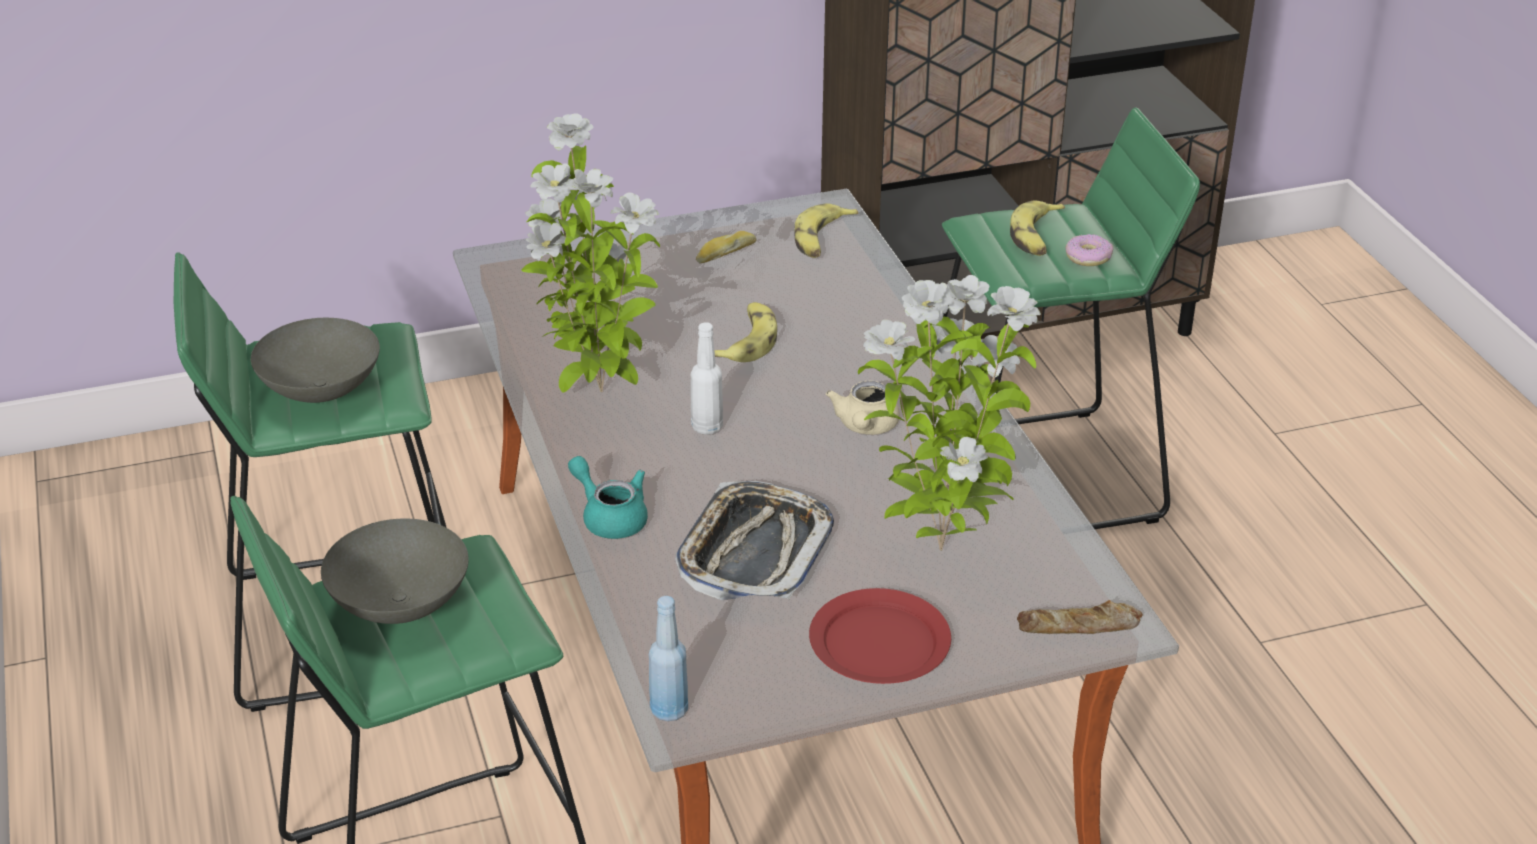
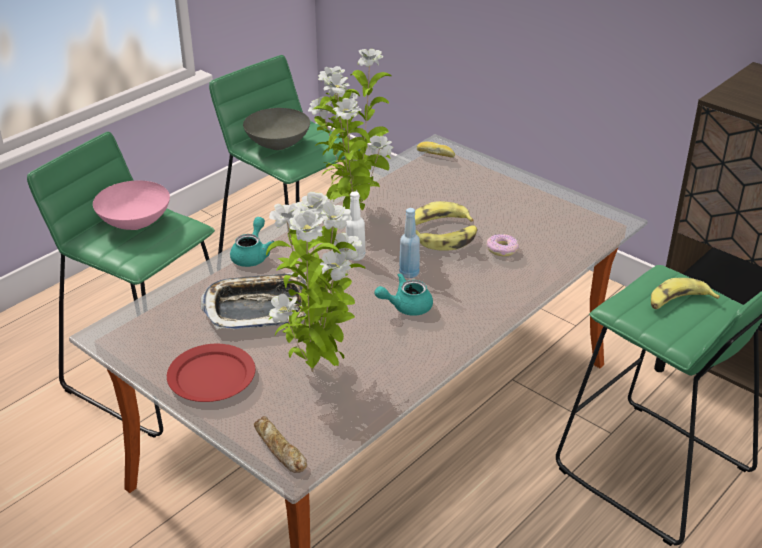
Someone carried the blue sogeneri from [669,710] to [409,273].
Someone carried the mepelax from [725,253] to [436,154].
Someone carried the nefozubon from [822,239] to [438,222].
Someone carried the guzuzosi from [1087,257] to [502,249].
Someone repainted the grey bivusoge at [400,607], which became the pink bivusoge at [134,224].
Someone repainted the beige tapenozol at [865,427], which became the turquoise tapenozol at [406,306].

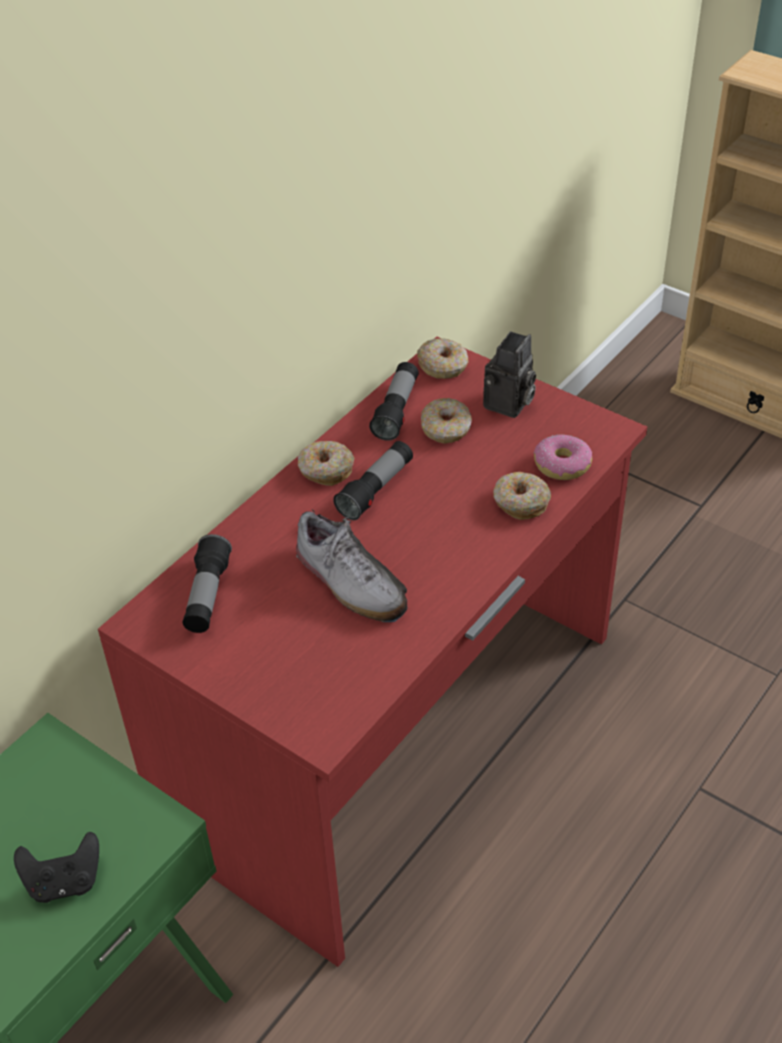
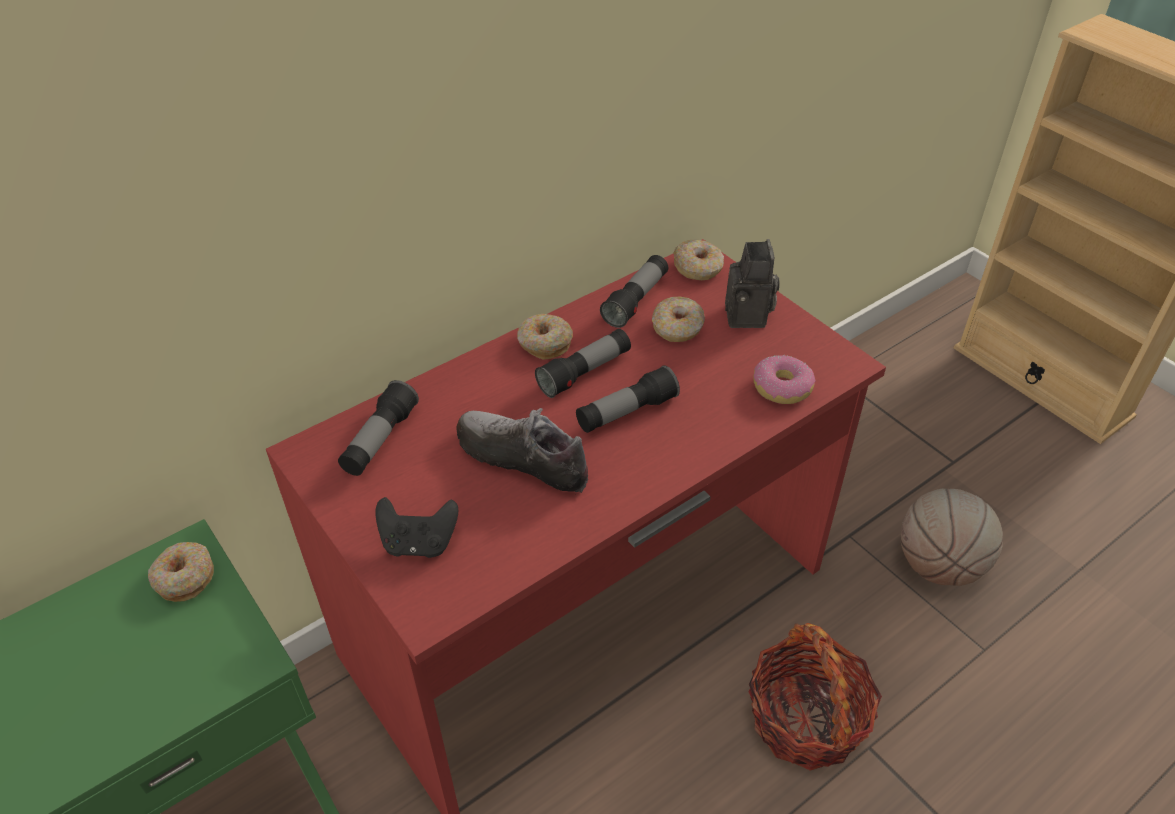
Someone put down the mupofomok at [626,412].
Someone put down the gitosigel at [806,719].
Someone put down the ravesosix at [939,565].
Someone carried the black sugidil from [64,882] to [419,543].
Someone carried the guzuzosi from [520,502] to [184,578].
Someone rotated the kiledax at [350,582] by 150 degrees clockwise.
Someone rotated the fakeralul at [508,405] by 45 degrees counterclockwise.

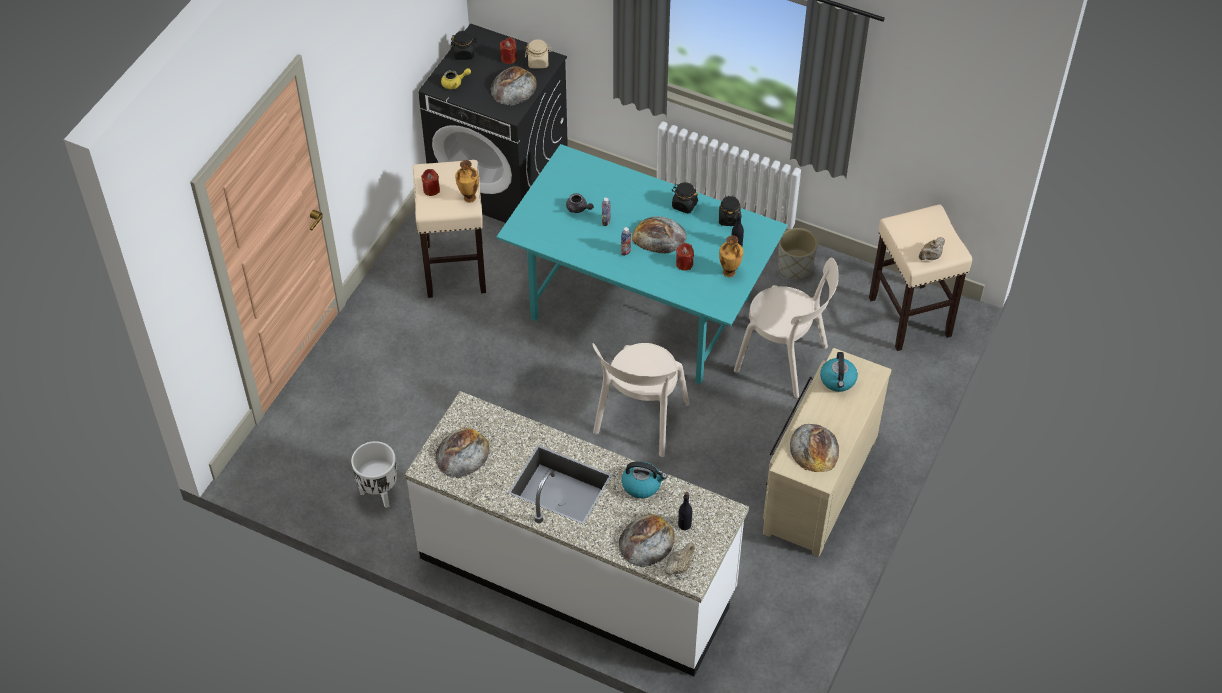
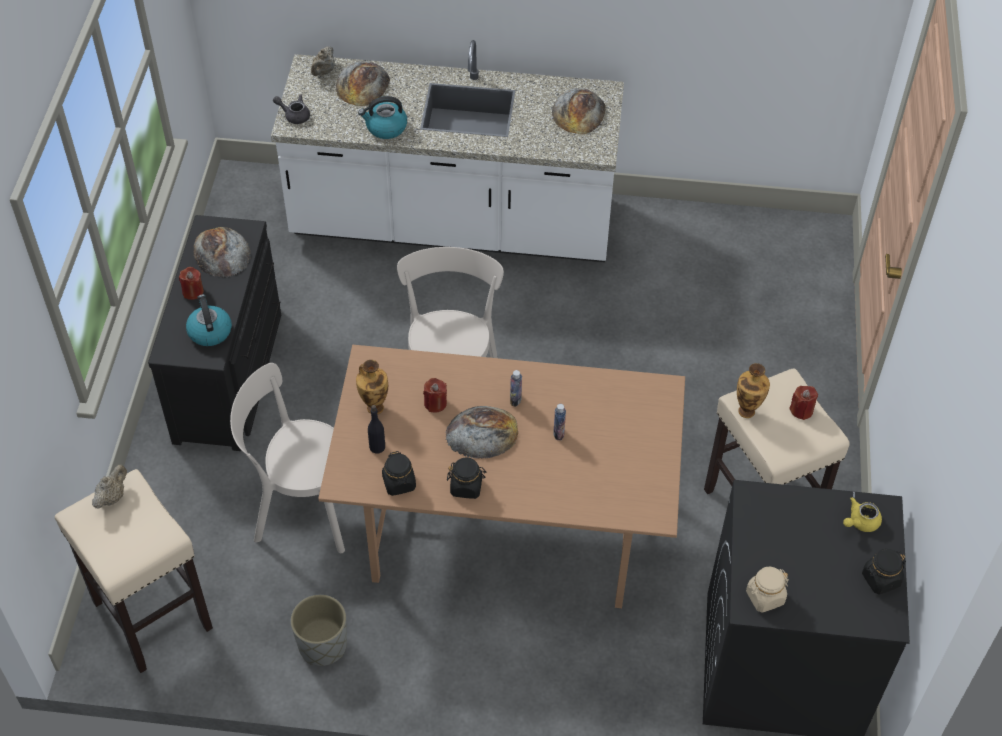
Someone took away the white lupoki at [379,493].
Someone took away the mepelax at [513,86].
Someone took away the black sogeneri at [684,524].
Someone carried the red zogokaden from [509,58] to [193,291].
Someone carried the grey tapenozol from [578,208] to [294,115].
Someone repainted the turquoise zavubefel at [642,307], which became the brown zavubefel at [503,526].
Someone repainted the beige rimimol at [817,482], which became the black rimimol at [232,373].

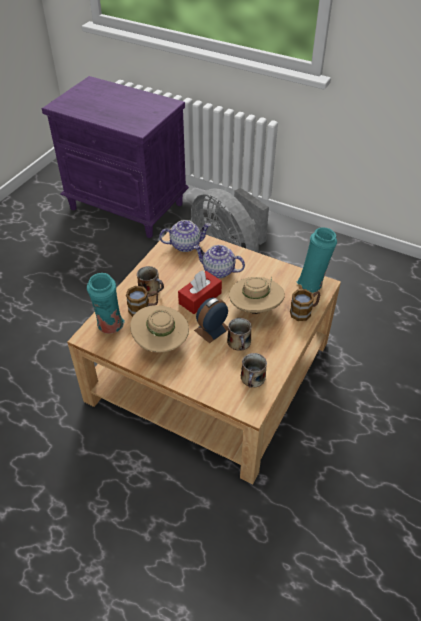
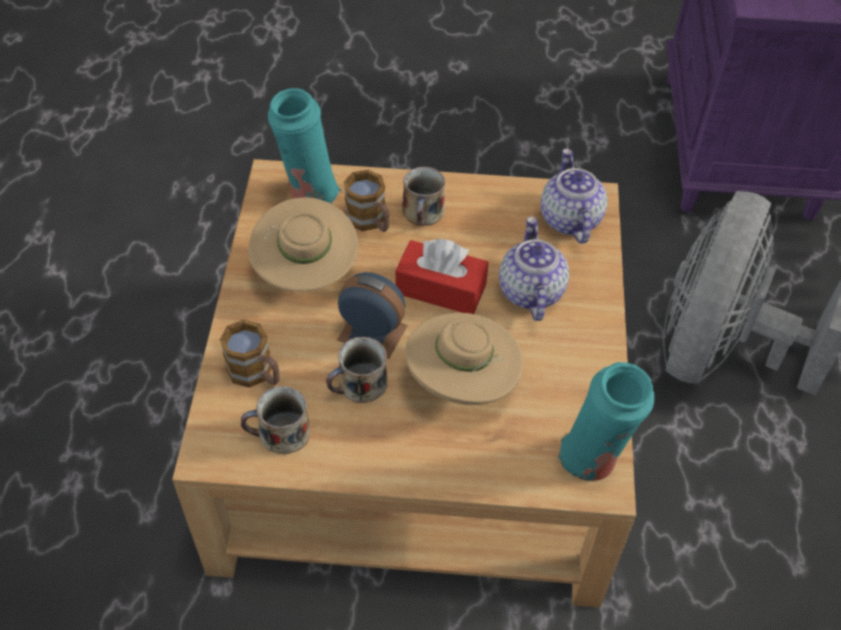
Someone carried the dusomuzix from [304,311] to [256,374].
Someone rotated the tapenozol at [185,245] by 150 degrees counterclockwise.

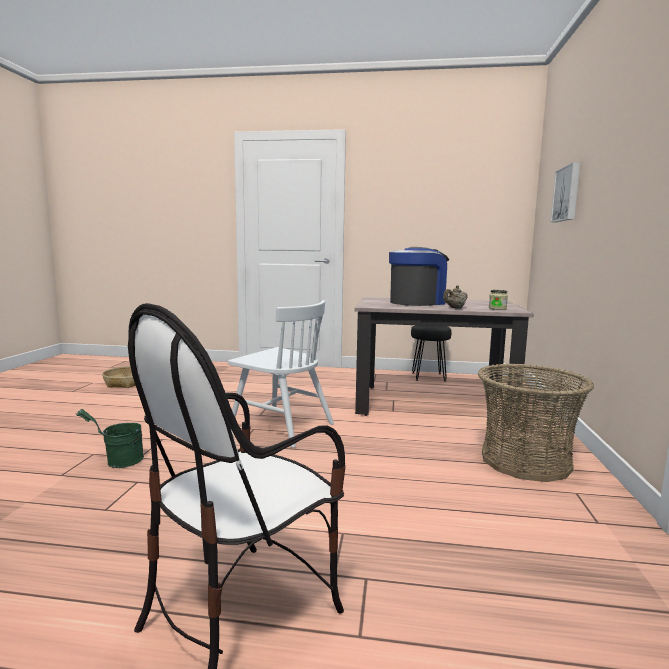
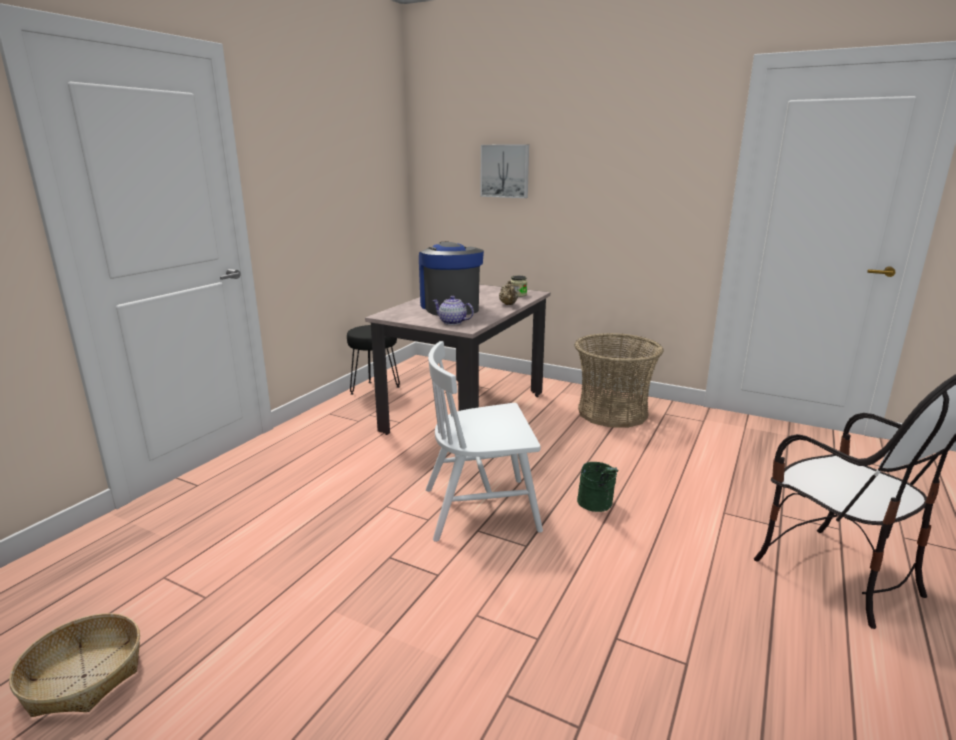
Someone put down the tapenozol at [453,322].
Someone carried the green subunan from [118,462] to [597,506].
Someone rotated the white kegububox at [281,427] by 150 degrees counterclockwise.

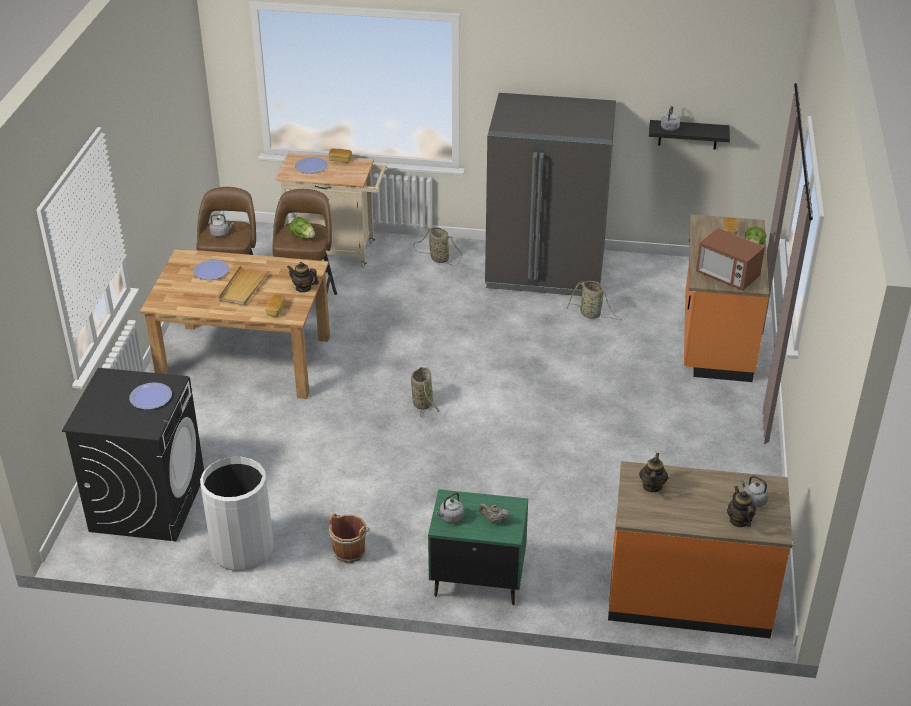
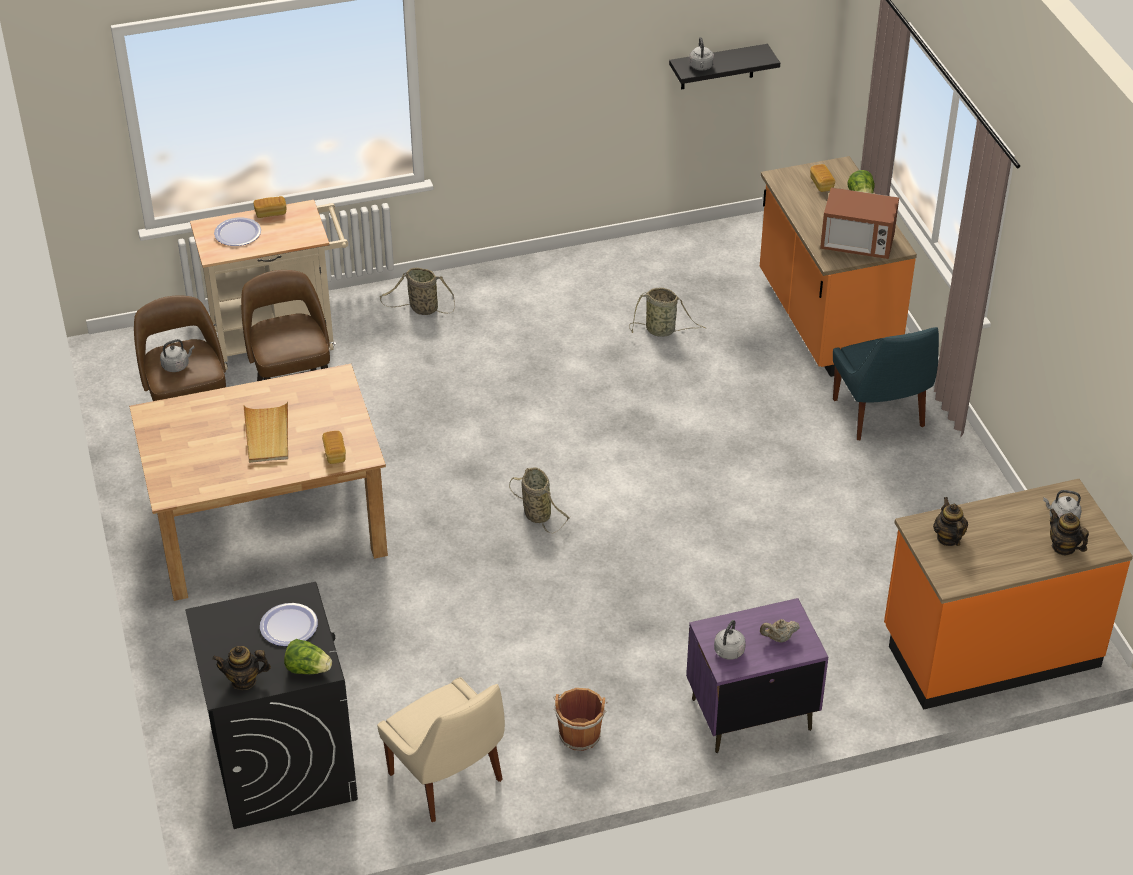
Someone took away the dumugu at [211,271].
Someone took away the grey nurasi at [545,271].
Someone put down the blue kegububox at [880,415].
Someone carried the tapenozol from [303,288] to [244,680].
Someone carried the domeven from [303,237] to [308,669].
Someone swapped the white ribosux at [242,549] for the beige kegububox at [448,780].
Someone repainted the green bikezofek at [477,579], which became the purple bikezofek at [750,714].

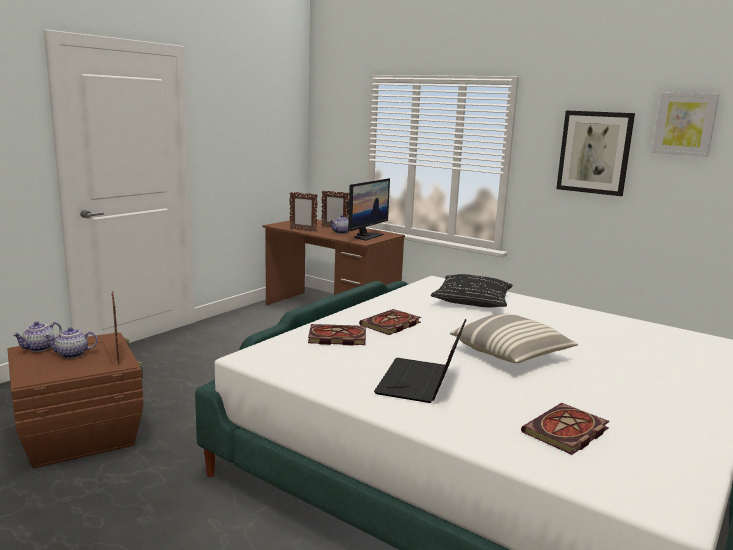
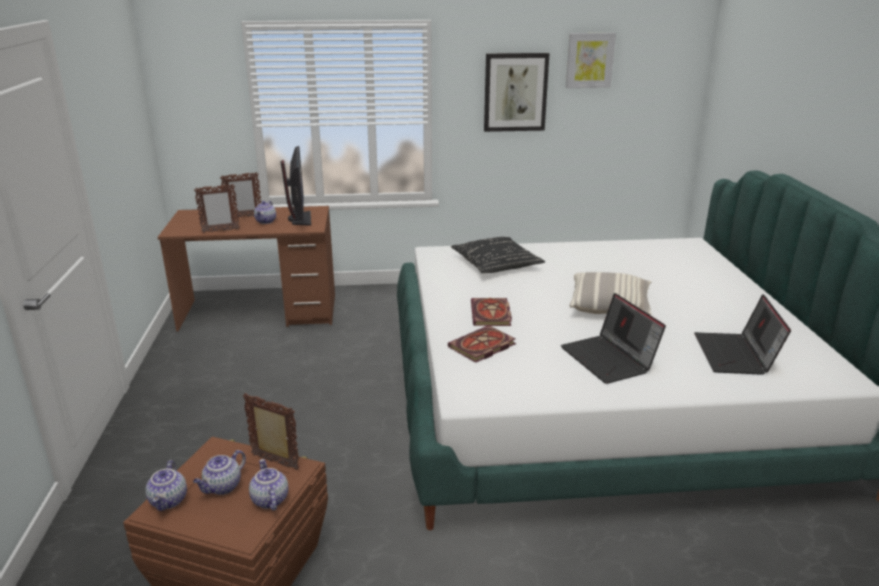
Someone put down the tapenozol at [269,500].
Someone swapped the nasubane at [566,432] for the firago at [736,355].

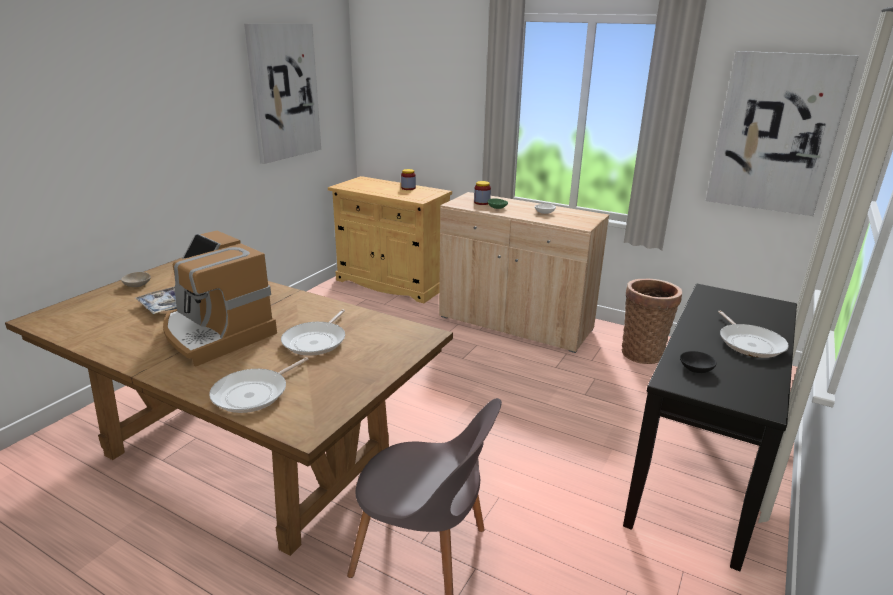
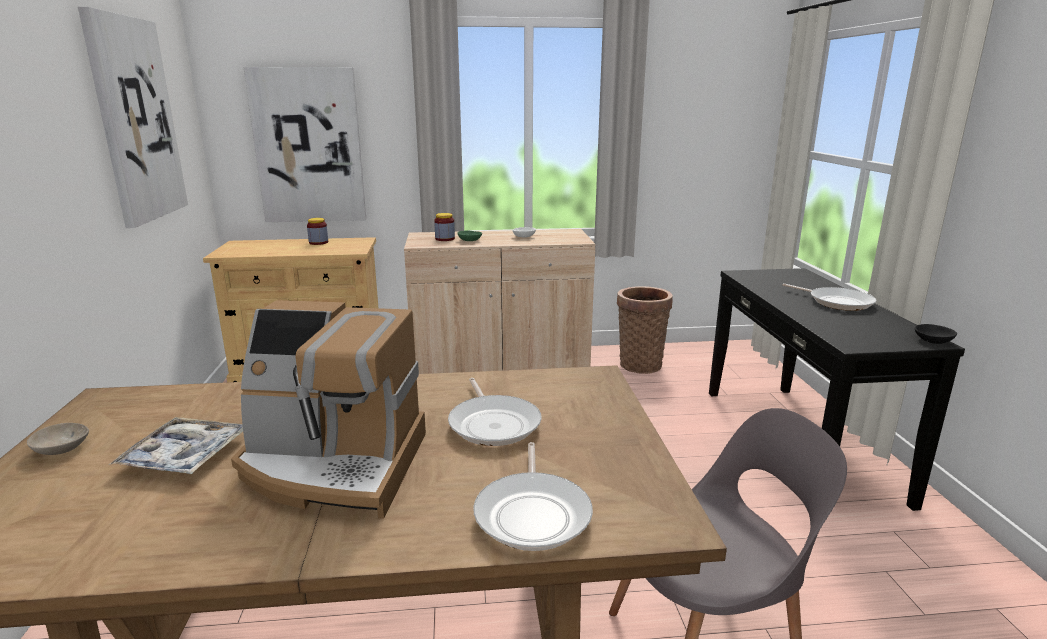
Someone carried the black bivusoge from [697,369] to [934,340].
Someone carried the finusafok from [775,134] to [308,146].

